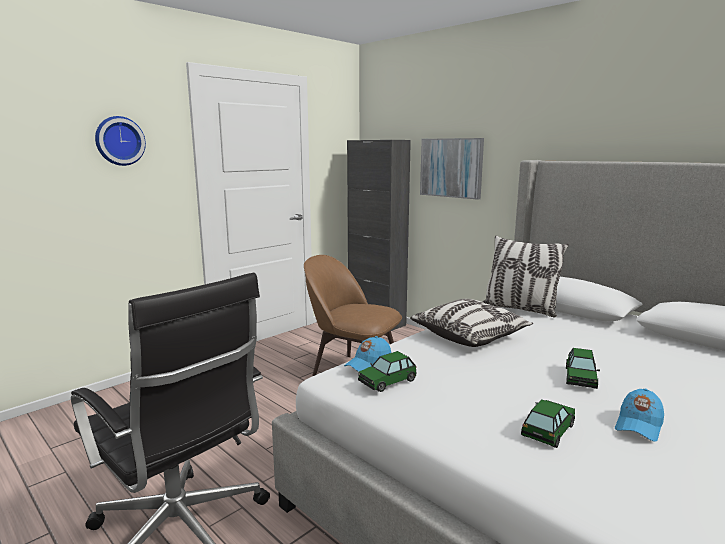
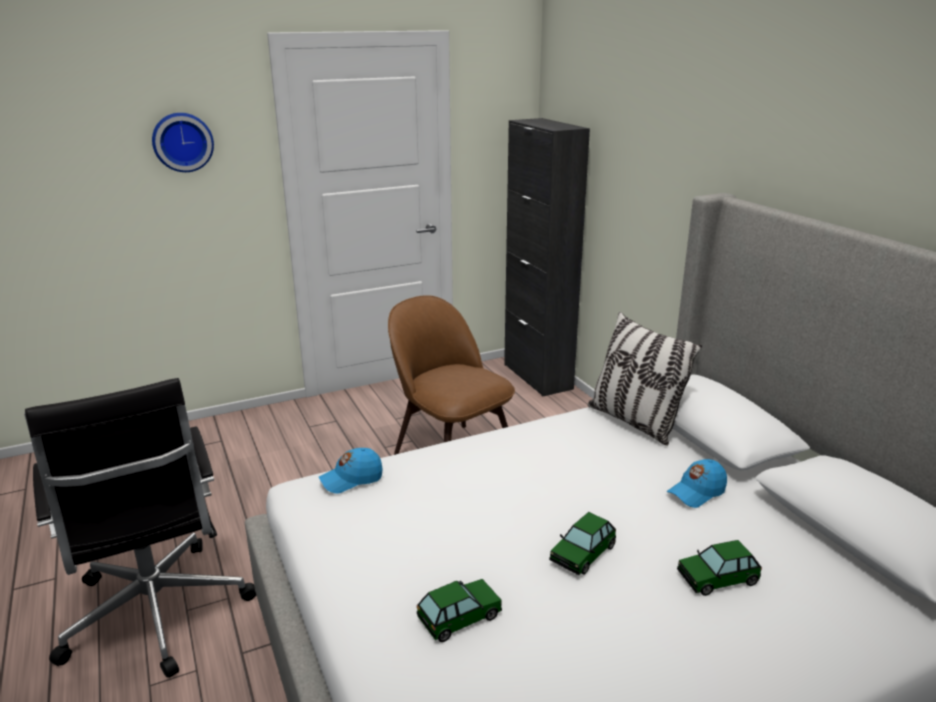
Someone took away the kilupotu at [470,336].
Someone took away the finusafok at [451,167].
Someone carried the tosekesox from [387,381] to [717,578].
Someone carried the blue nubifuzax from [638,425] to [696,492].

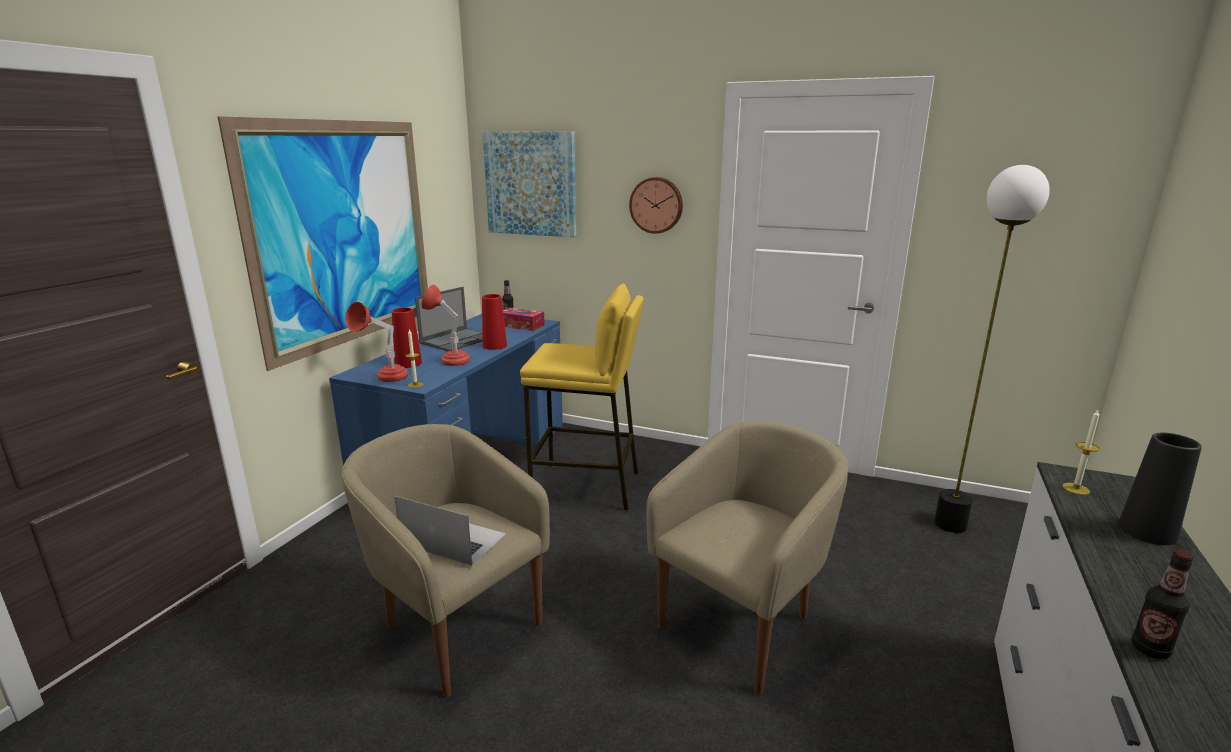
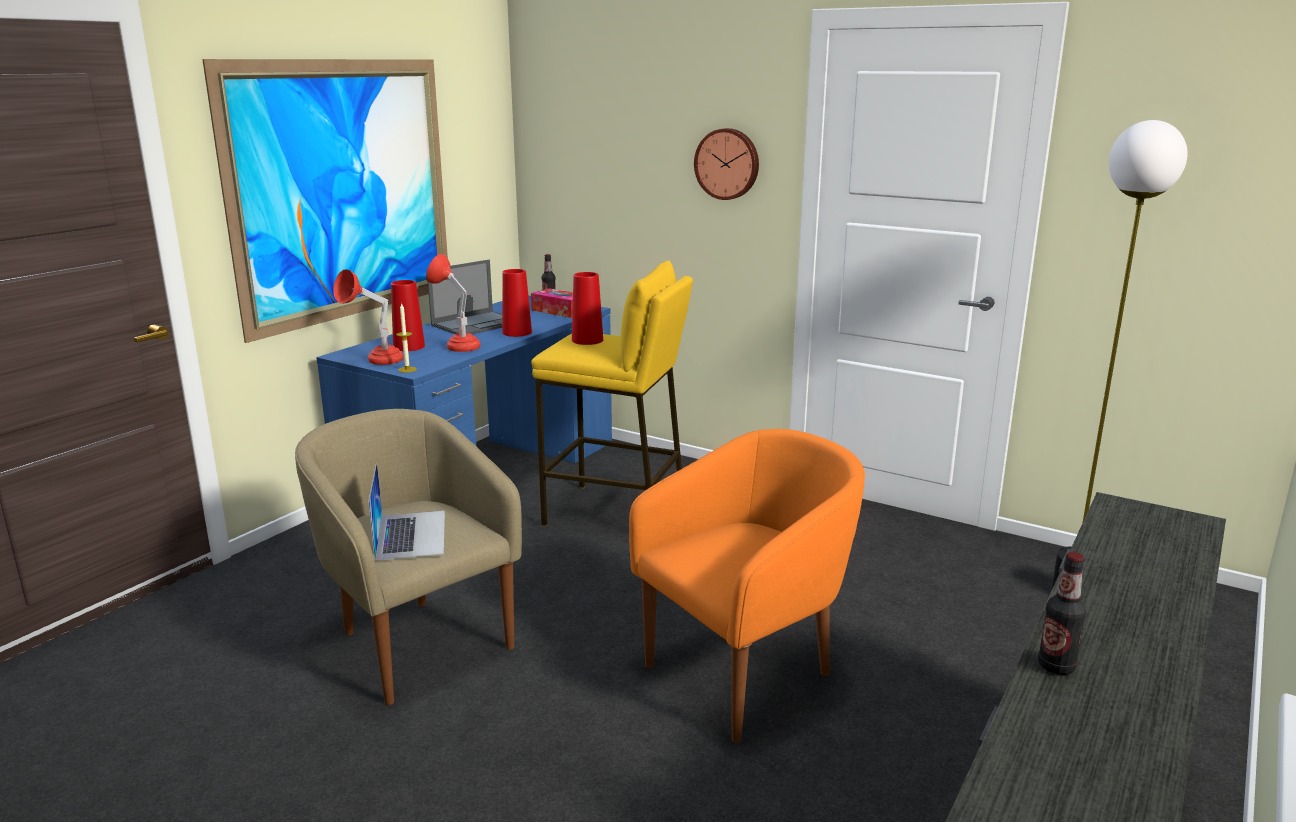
Someone took away the finusafok at [531,184].
Someone took away the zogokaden at [1076,489].
Someone took away the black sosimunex at [1147,531].
Someone put down the red sosimunex at [587,340].
Someone repainted the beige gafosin at [743,625], which became the orange gafosin at [747,674].
Someone rotated the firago at [453,539] by 45 degrees clockwise.

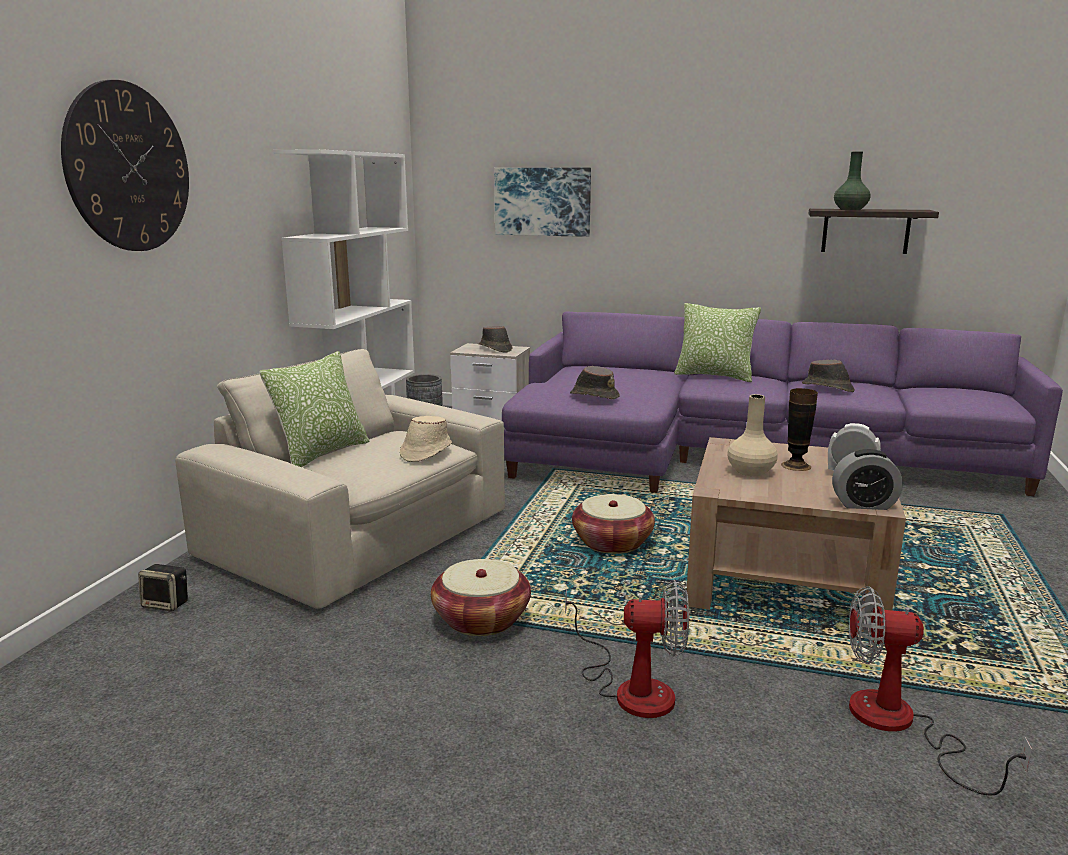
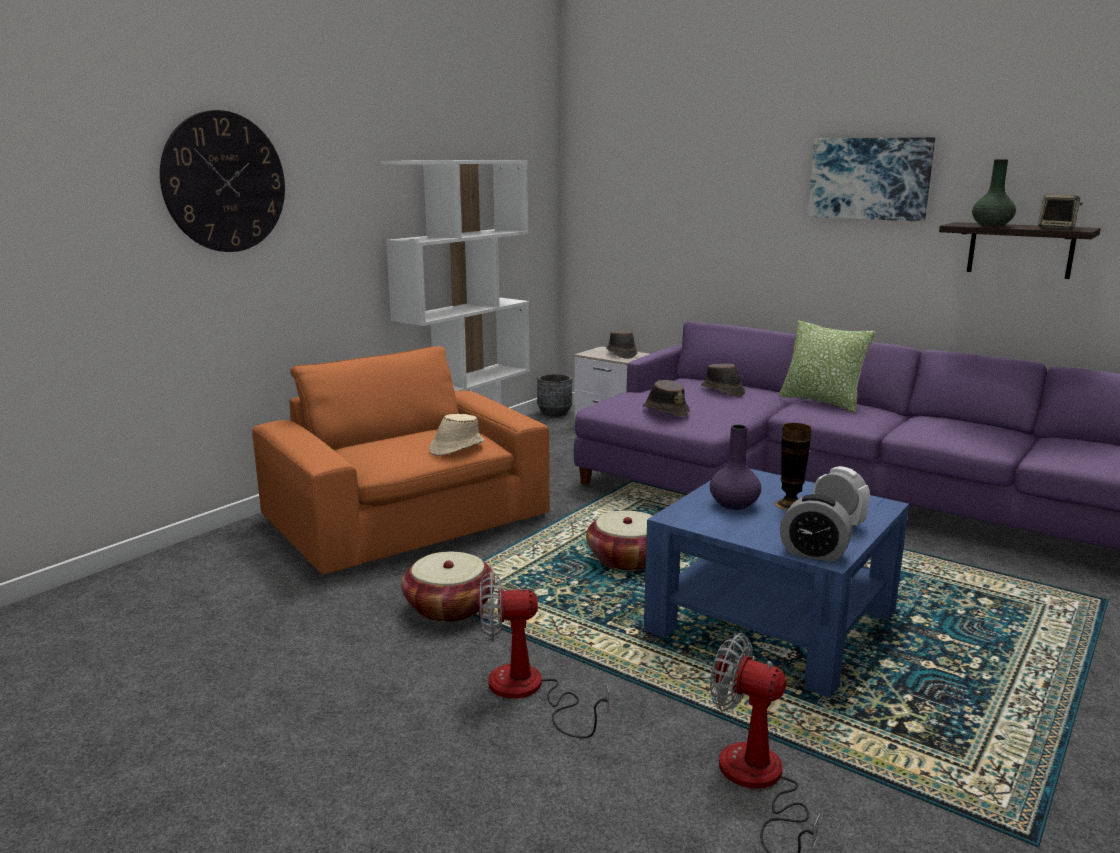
Someone took away the kilupotu at [322,453].
Someone carried the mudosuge from [167,604] to [1057,228].
Someone carried the finusafok from [542,201] to [869,178].
Someone carried the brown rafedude from [828,388] to [722,391].
Someone repainted the beige gafosin at [360,535], which became the orange gafosin at [408,518].
Someone repainted the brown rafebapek at [783,578], which became the blue rafebapek at [771,622].
Someone repainted the beige sosimunex at [750,471], which became the purple sosimunex at [734,504].
Someone rotated the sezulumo at [631,687] by 150 degrees clockwise.

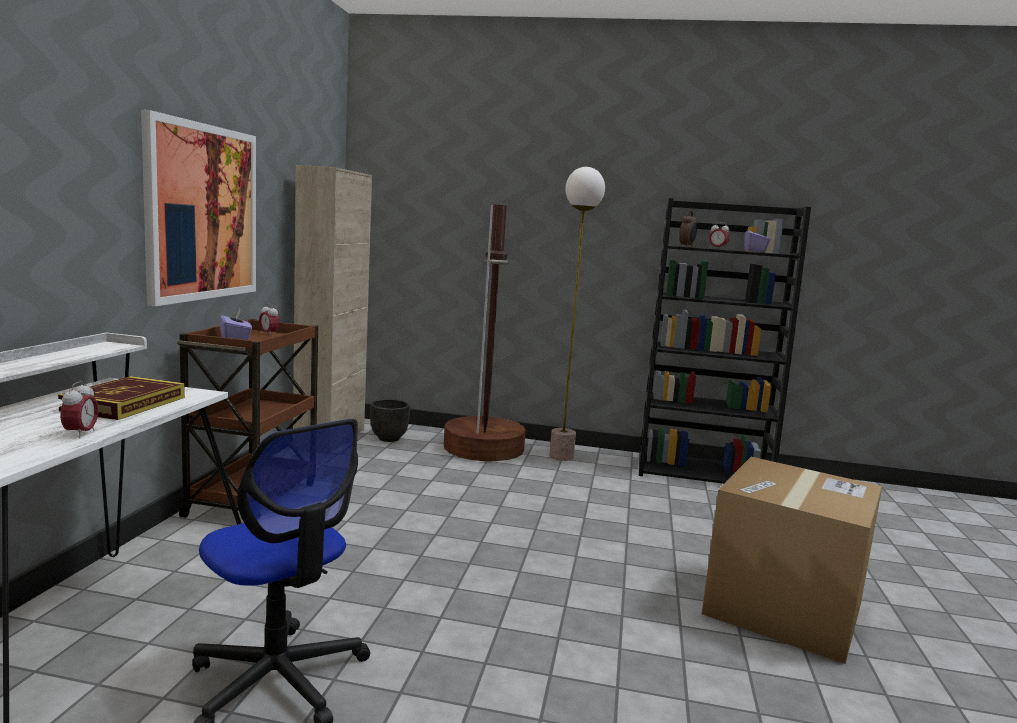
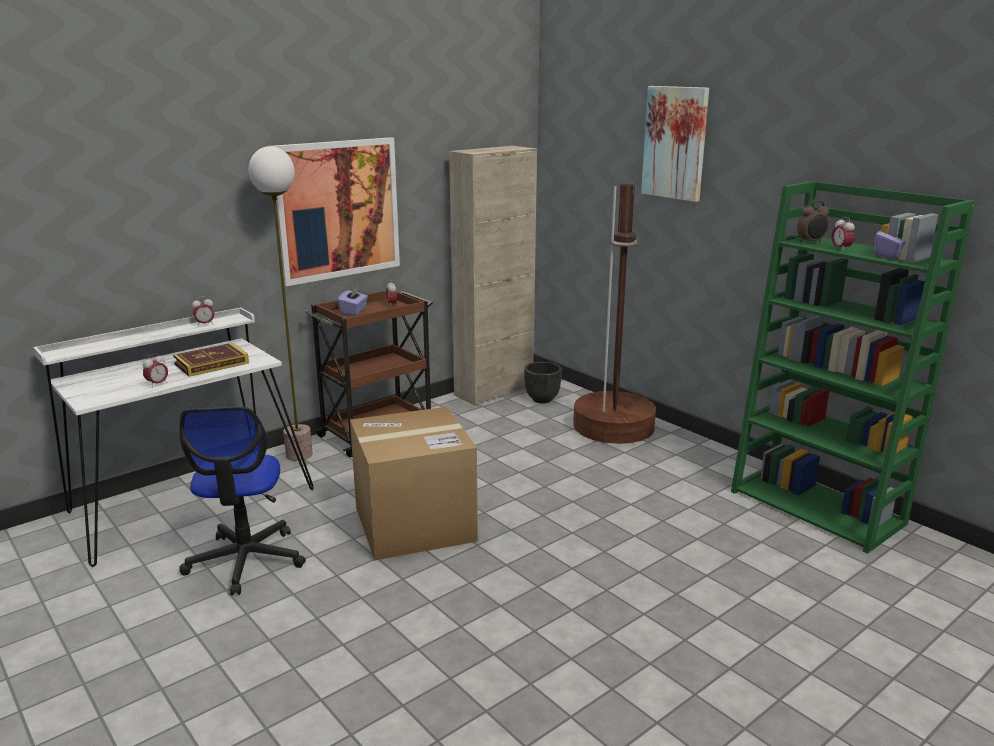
Someone put down the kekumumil at [205,324].
Someone put up the finusafok at [675,143].
Someone carried the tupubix from [561,456] to [298,455].
Someone carried the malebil from [783,608] to [414,524].
Someone repainted the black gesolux at [703,472], which became the green gesolux at [818,507].

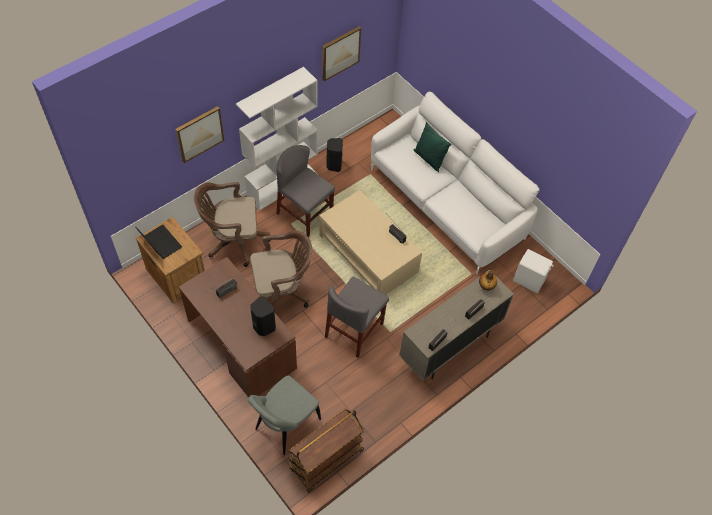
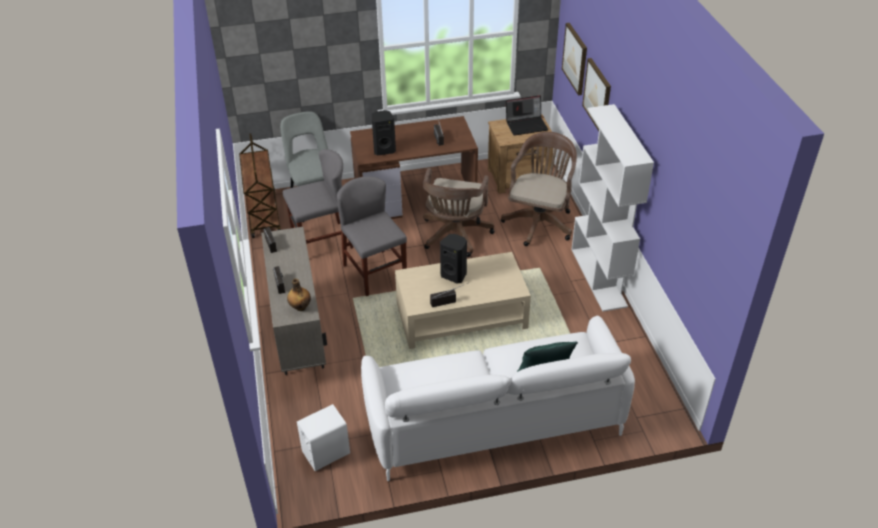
Someone carried the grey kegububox from [305,214] to [322,241].
Someone carried the finusafok from [340,53] to [575,58].
Someone carried the black mudosuge from [334,165] to [454,275].

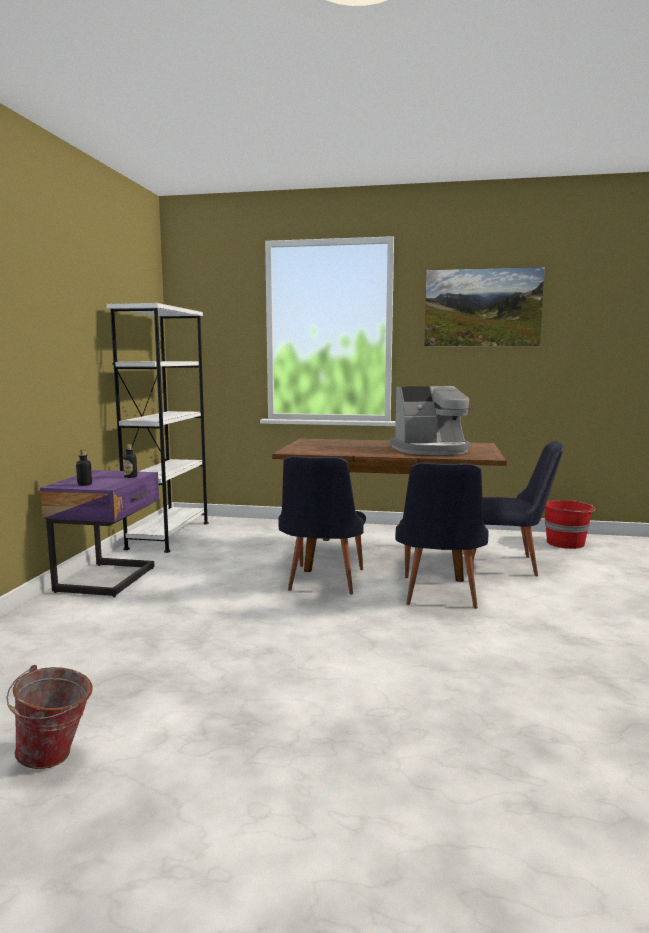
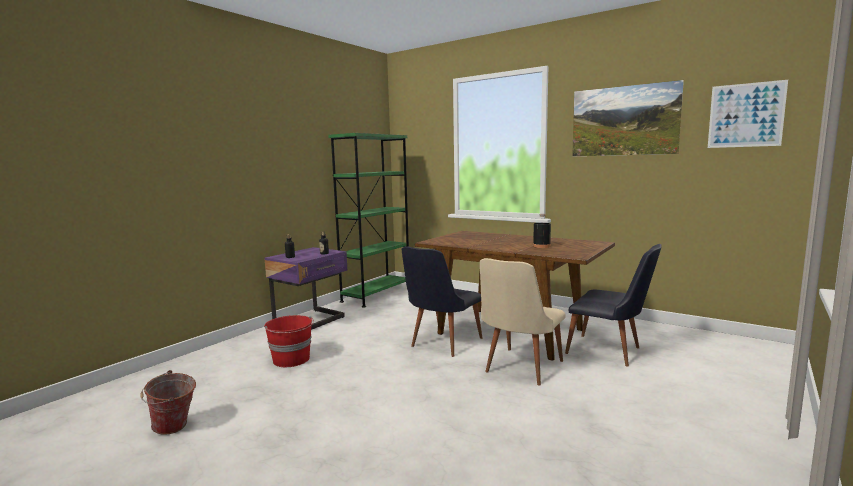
Someone put up the finusafok at [745,115].
Someone carried the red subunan from [566,543] to [292,360].
Someone swapped the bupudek at [431,450] for the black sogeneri at [541,246].
Someone repainted the white gesolux at [169,535], which became the green gesolux at [376,295].
Someone repainted the black kegububox at [438,595], which became the beige kegububox at [519,369].

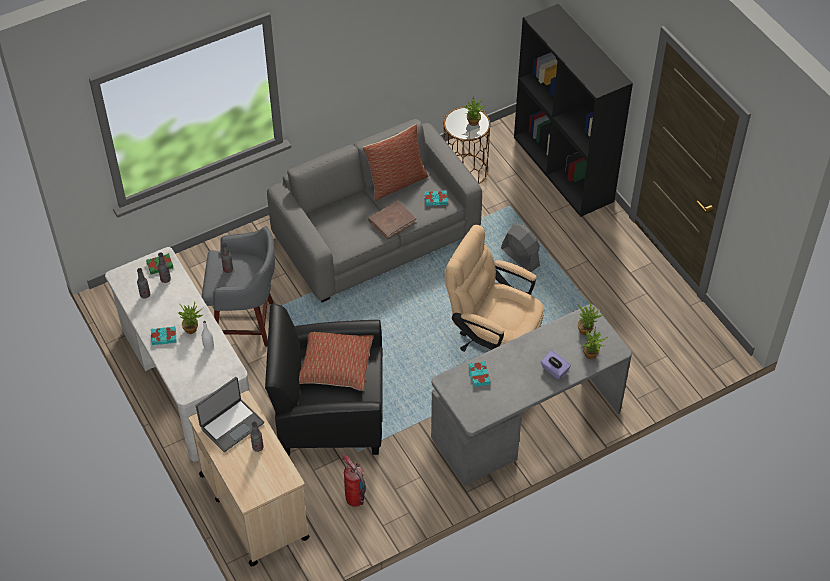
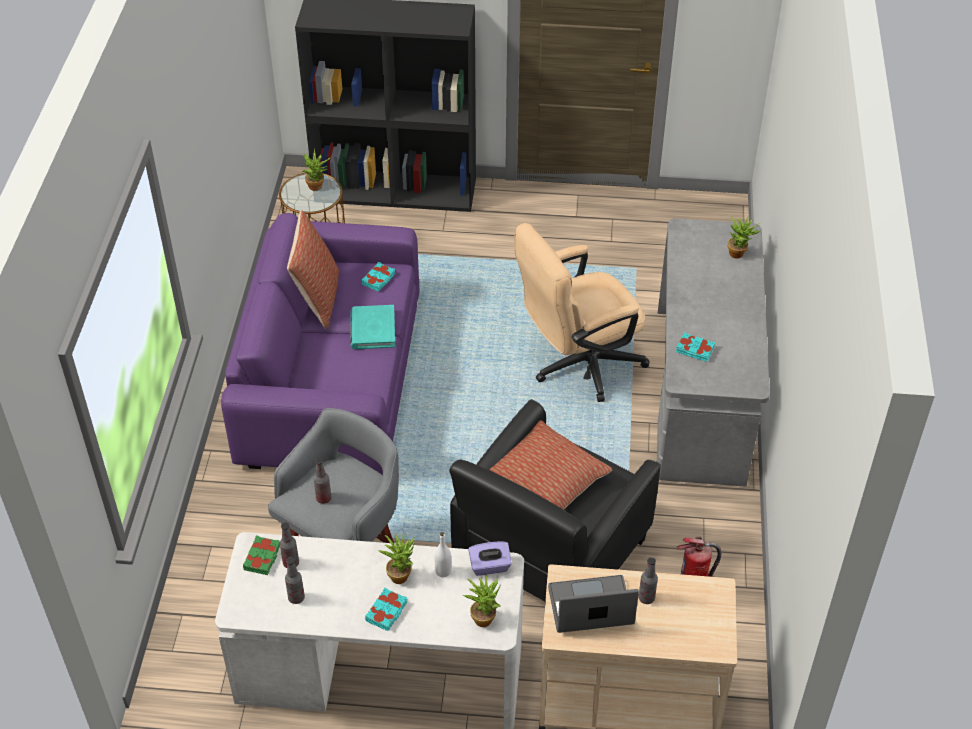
Someone took away the grey sezulumo at [520,257].
Someone carried the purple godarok from [554,370] to [490,566].
Someone carried the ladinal from [587,329] to [483,616].
Someone repainted the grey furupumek at [375,234], which became the purple furupumek at [331,379].
Someone repainted the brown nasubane at [392,221], which became the turquoise nasubane at [372,329].
Someone rotated the firago at [231,425] by 90 degrees counterclockwise.

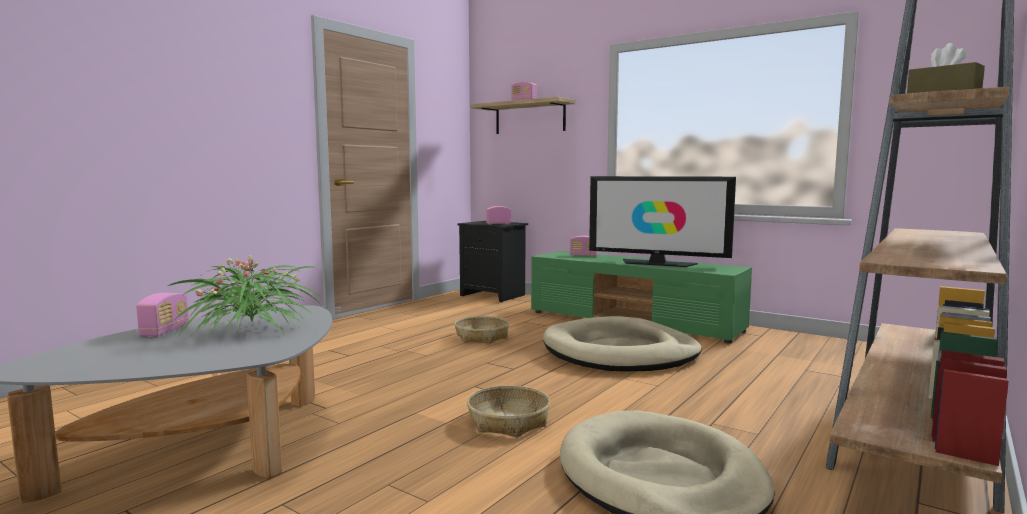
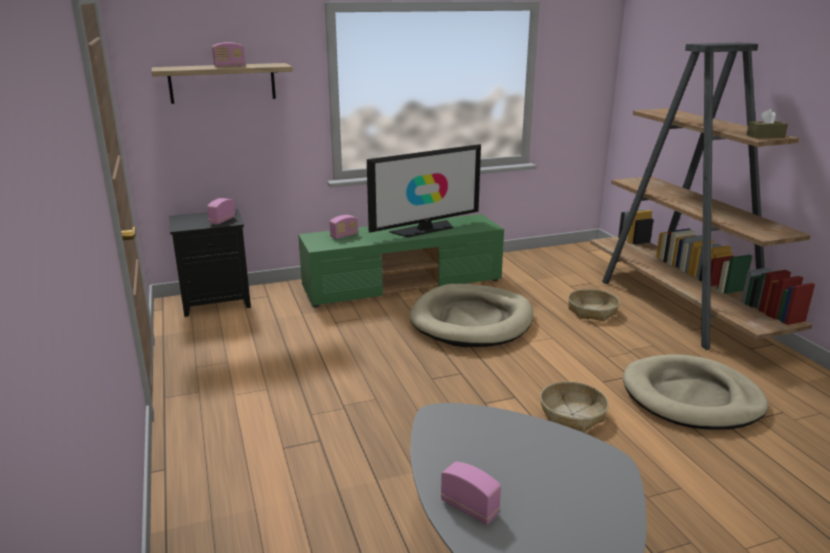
Someone took away the ladinal at [250,330].
Someone carried the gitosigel from [481,337] to [592,311].

